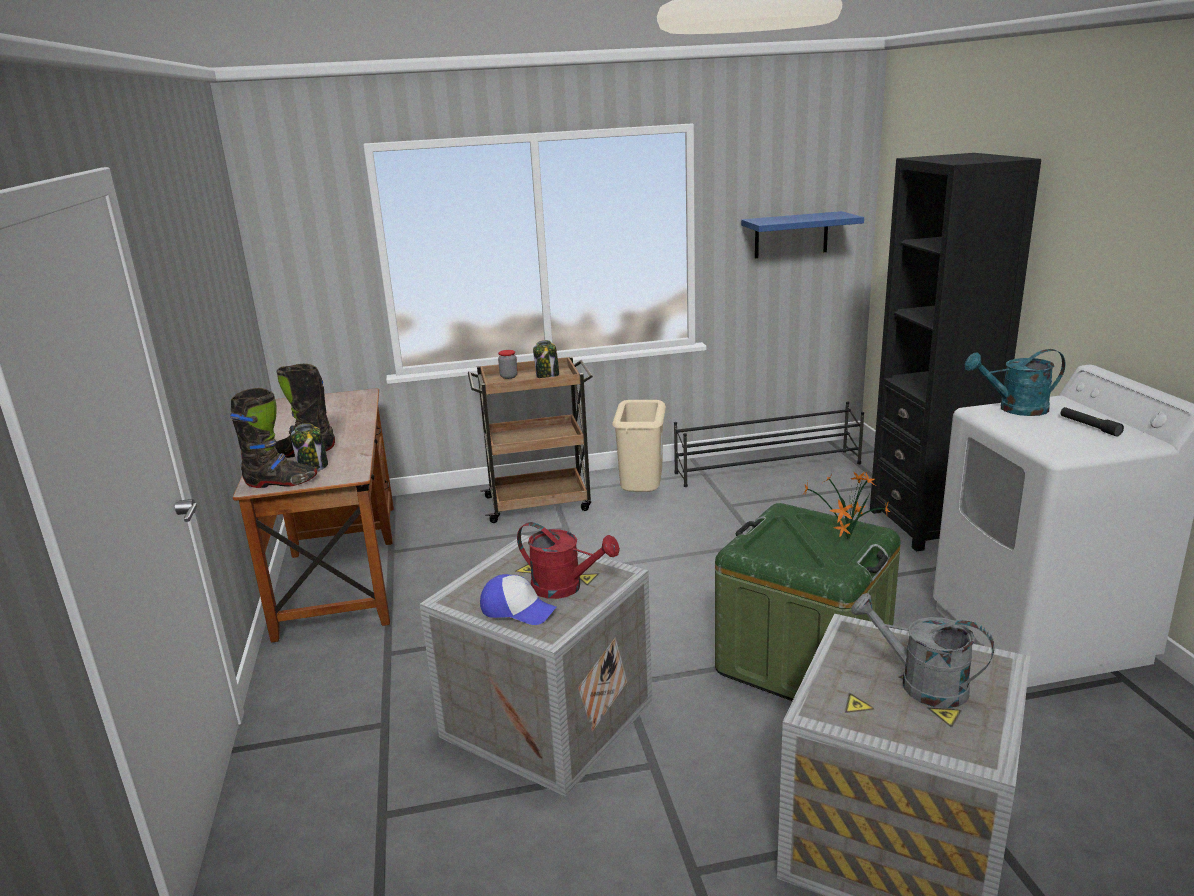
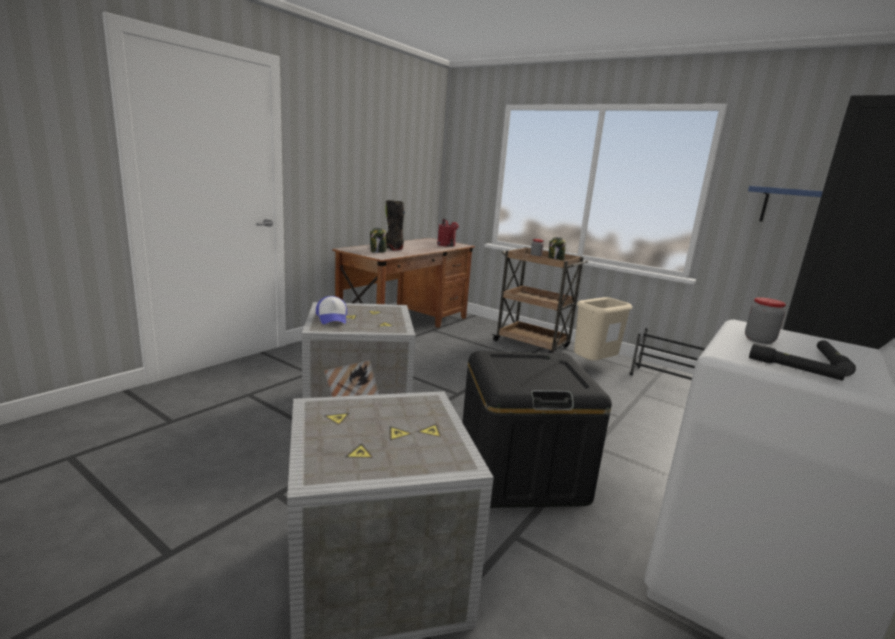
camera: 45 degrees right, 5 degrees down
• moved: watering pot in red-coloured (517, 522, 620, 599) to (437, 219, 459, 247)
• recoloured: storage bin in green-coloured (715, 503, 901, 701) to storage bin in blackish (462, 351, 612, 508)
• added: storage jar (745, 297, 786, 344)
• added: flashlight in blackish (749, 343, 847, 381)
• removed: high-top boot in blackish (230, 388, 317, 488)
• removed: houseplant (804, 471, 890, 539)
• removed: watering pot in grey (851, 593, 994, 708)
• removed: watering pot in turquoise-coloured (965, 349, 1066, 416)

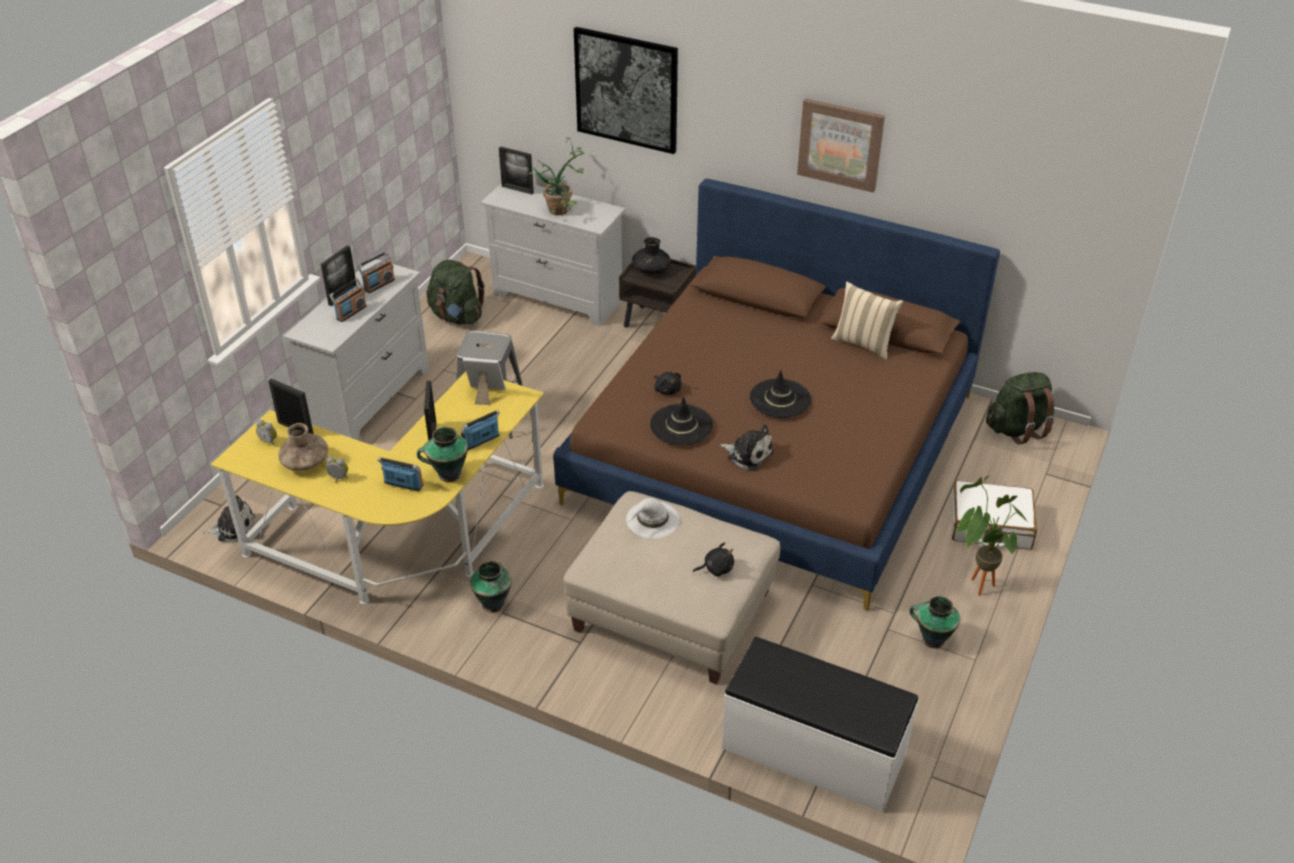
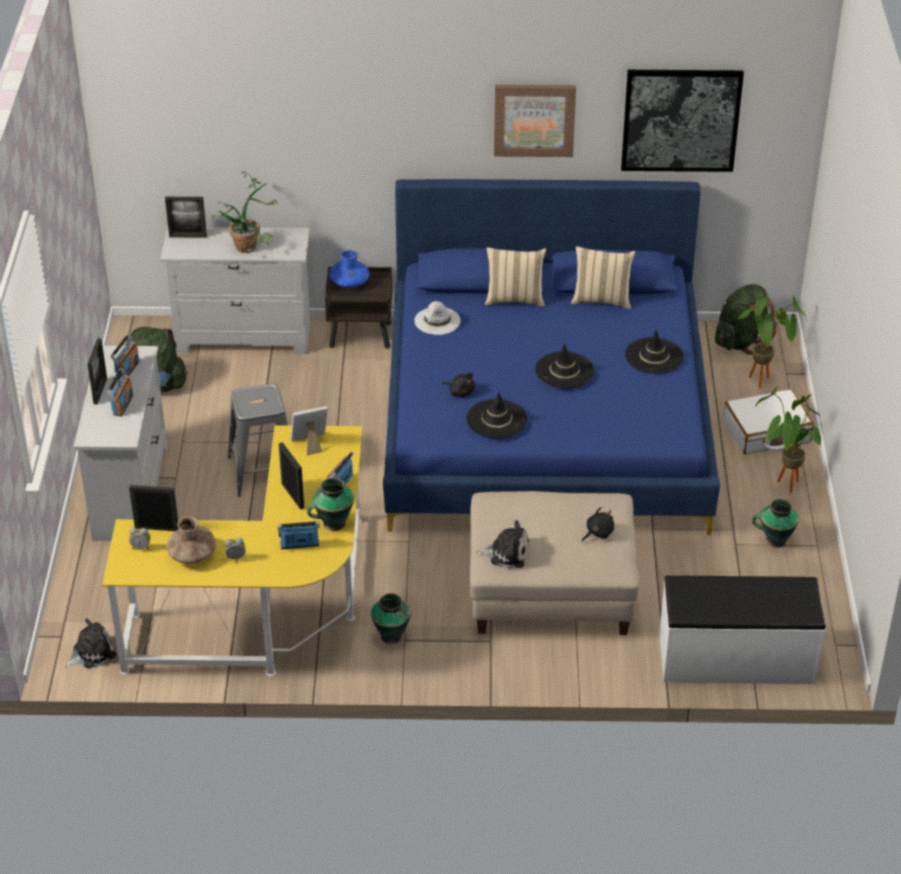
camera: 25 degrees left, 0 degrees up
• recoloured: flower vase in blackish (632, 237, 671, 274) to flower vase in bluish (329, 250, 369, 288)
• recoloured: bedroom bed in brownish (553, 179, 1000, 611) to bedroom bed in bluish (383, 179, 720, 535)
• moved: hat in white (626, 498, 680, 538) to (414, 301, 461, 335)
• moved: cuddly toy (720, 424, 774, 471) to (476, 520, 529, 569)
• added: cushion in beige-coloured (485, 247, 546, 307)
• moved: wall picture (574, 27, 678, 154) to (621, 70, 744, 172)
• added: hat in blackish (625, 329, 684, 374)
• added: houseplant (738, 292, 807, 388)

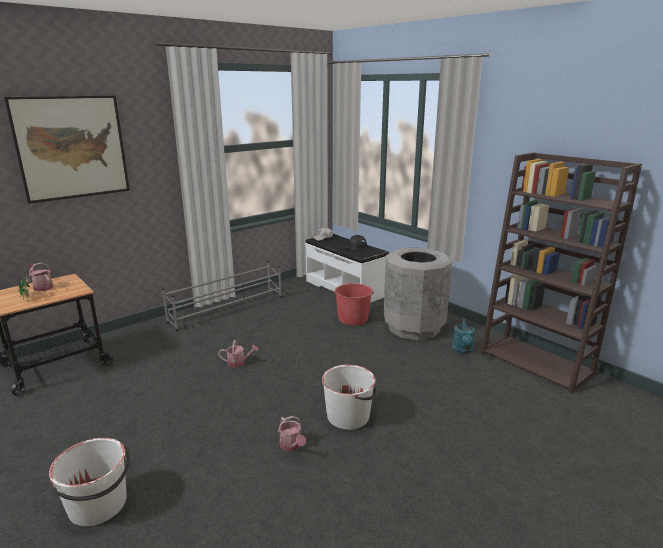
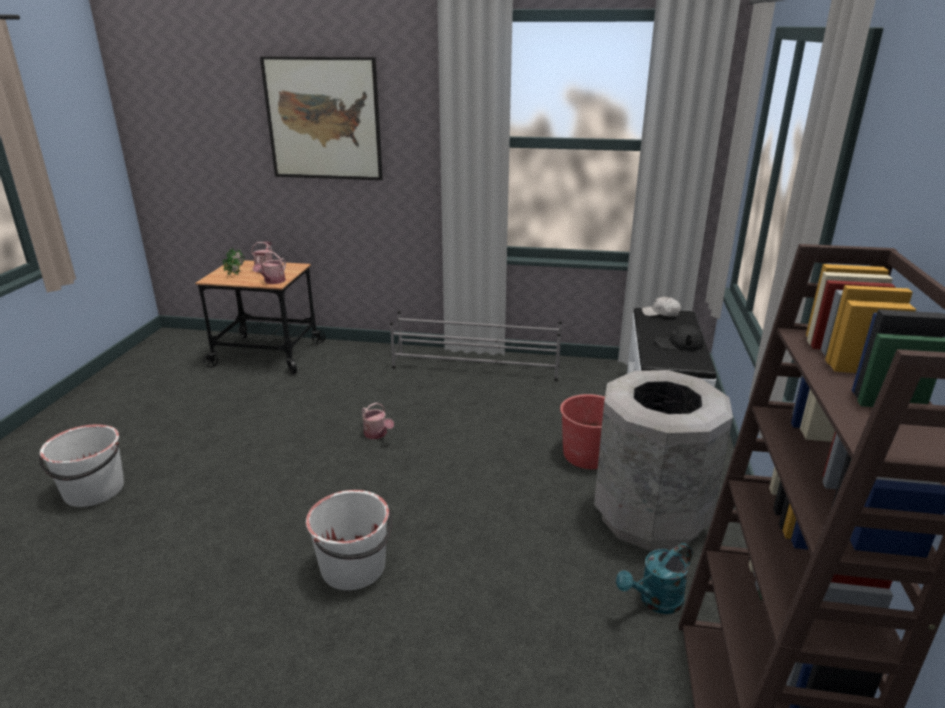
camera: 50 degrees right, 5 degrees up
• moved: watering pot (278, 416, 306, 452) to (253, 252, 286, 284)

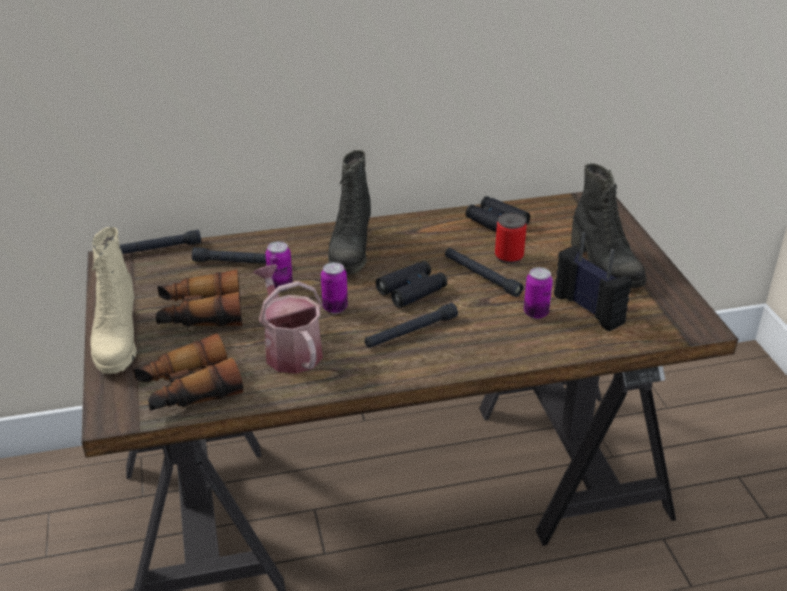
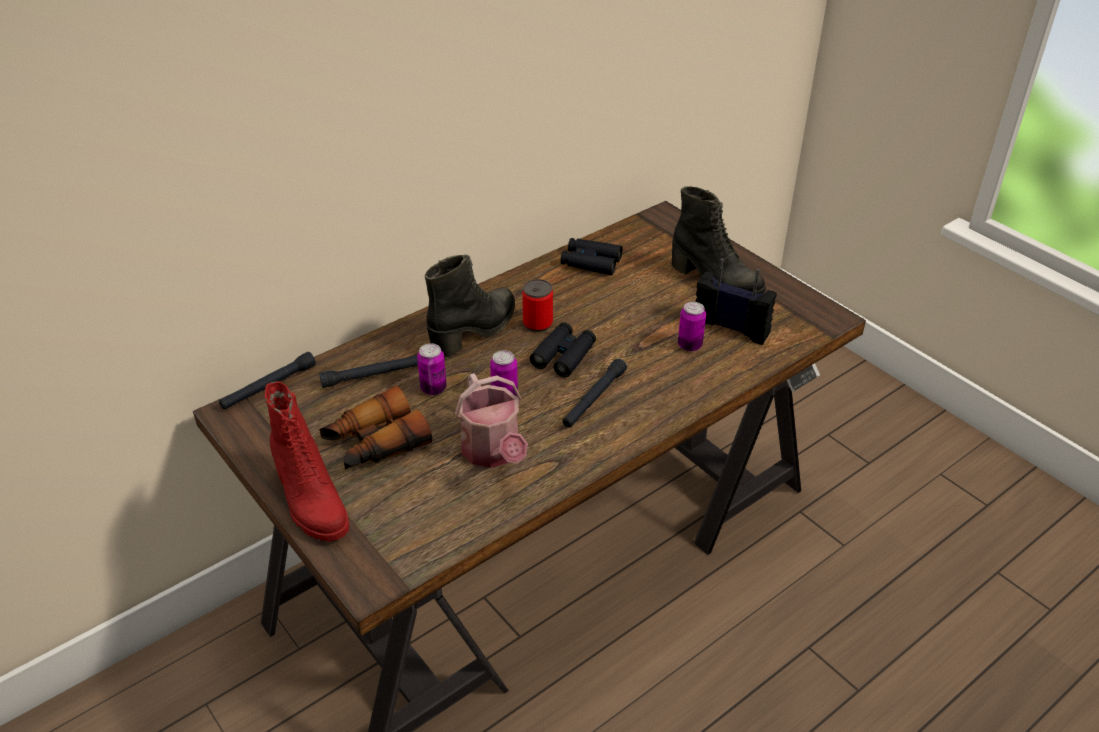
camera: 25 degrees left, 5 degrees up
• recoloured: high-top boot in beige-coloured (90, 227, 137, 374) to high-top boot in red-coloured (265, 381, 349, 542)
• turned: high-top boot in blackish (328, 150, 371, 275) = (425, 255, 515, 358) 120 degrees counterclockwise
• turned: watering pot (253, 264, 323, 374) = (455, 373, 528, 468) 150 degrees counterclockwise
• moved: sealed can (495, 213, 527, 264) to (522, 279, 553, 332)
• removed: binoculars (133, 333, 243, 411)
• removed: flashlight in blackish (445, 248, 523, 297)

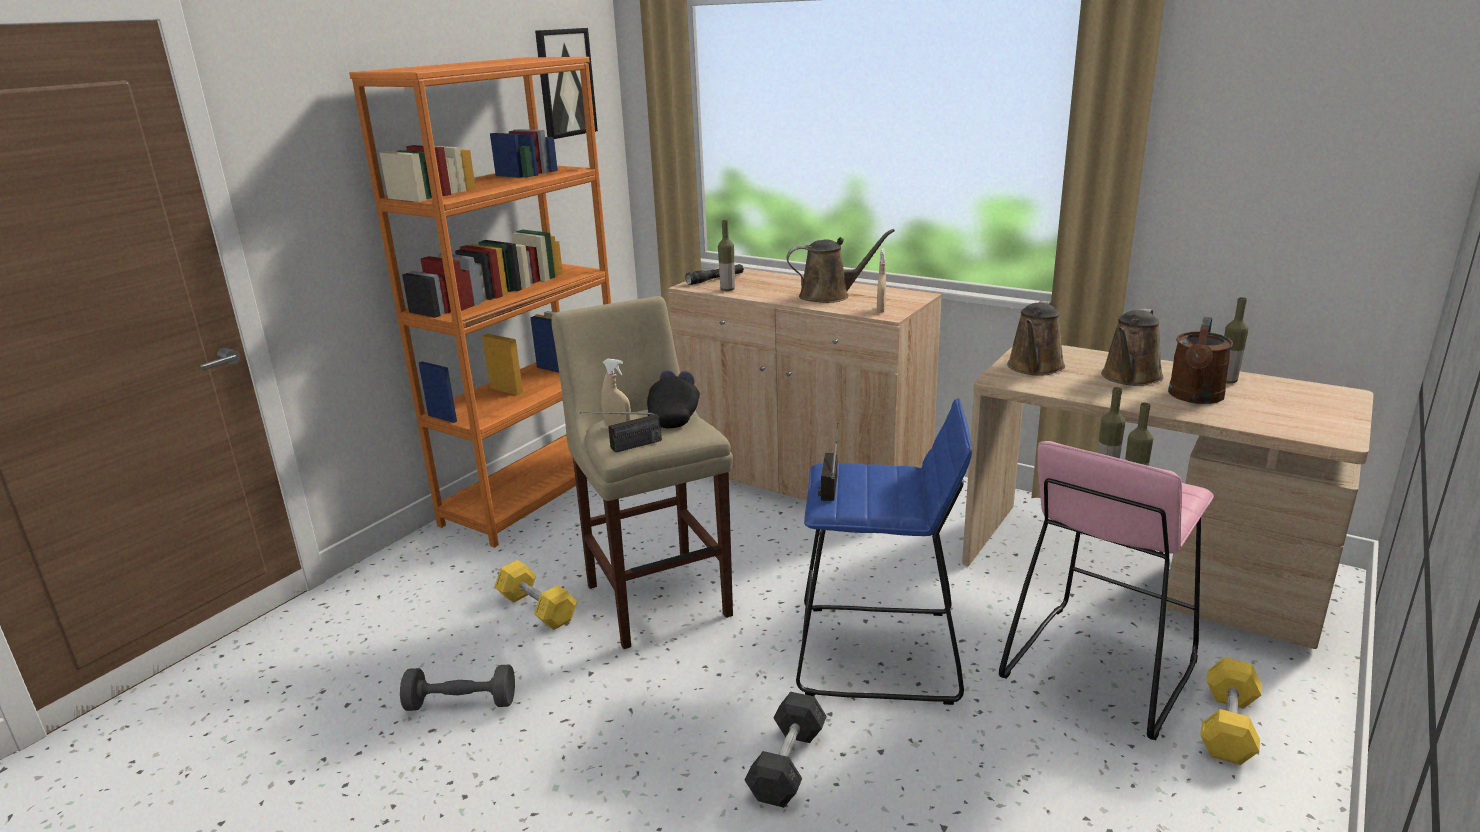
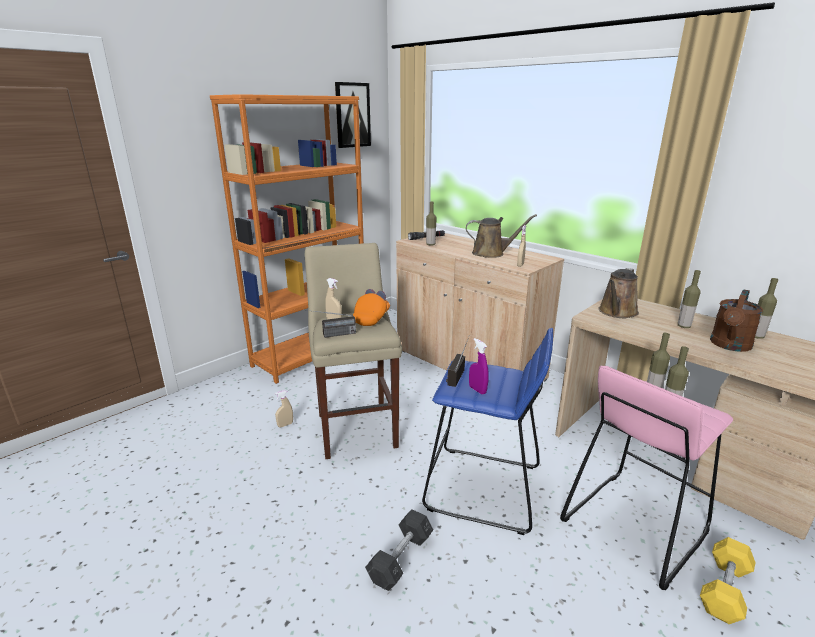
camera: 10 degrees right, 0 degrees up
• replaced: hand weight in yellowish (494, 560, 577, 630) to spray bottle in beige-coloured (275, 390, 293, 427)
• recoloured: baseball cap in blackish (647, 370, 700, 428) to baseball cap in orange-coloured (353, 289, 390, 326)
• added: spray bottle in purple (469, 338, 489, 395)
• replaced: watering pot in brownish (1101, 308, 1164, 386) to drink bottle (678, 270, 701, 328)
• removed: hand weight in grey (400, 665, 515, 711)

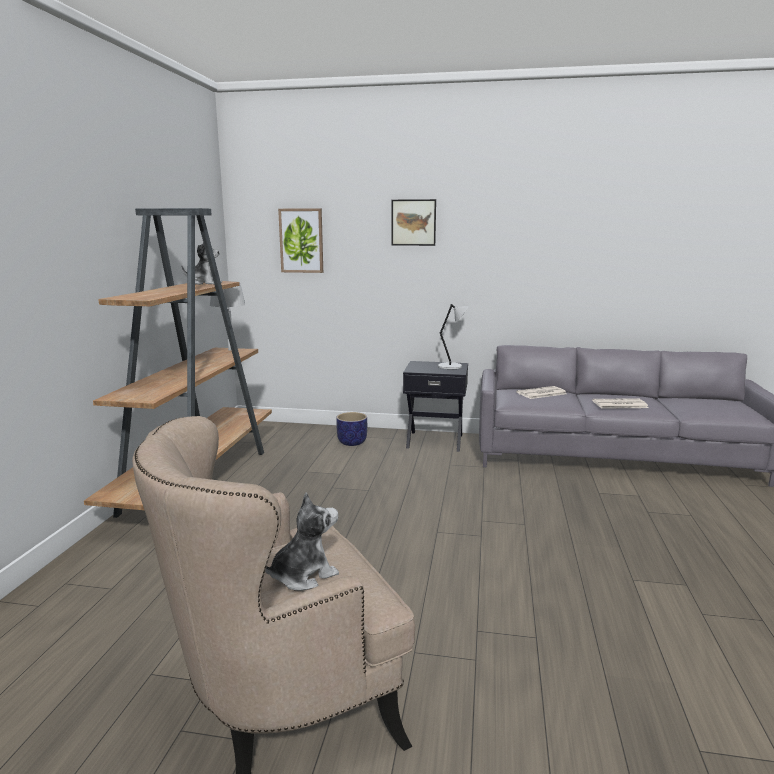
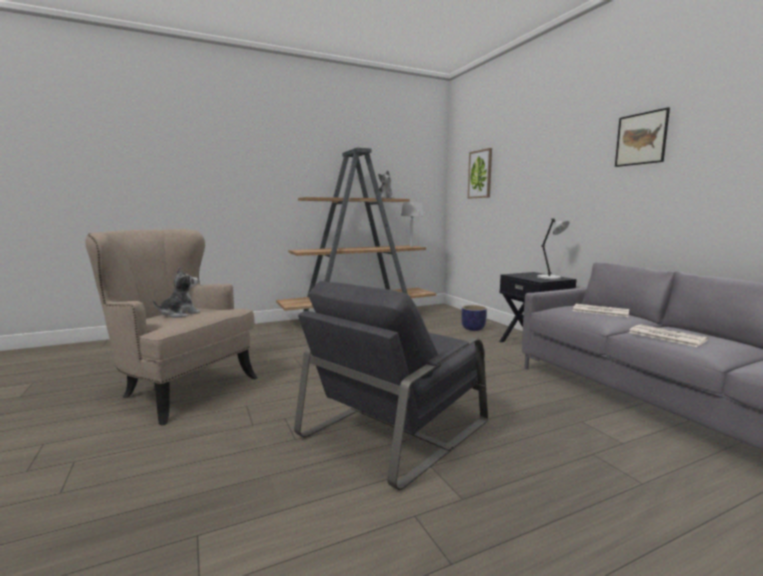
camera: 55 degrees right, 5 degrees down
• turned: cuddly toy (265, 493, 339, 591) = (153, 267, 201, 318) 75 degrees counterclockwise
• added: armchair in grey (294, 281, 488, 490)
• moved: wall picture (391, 199, 436, 246) to (615, 107, 670, 167)

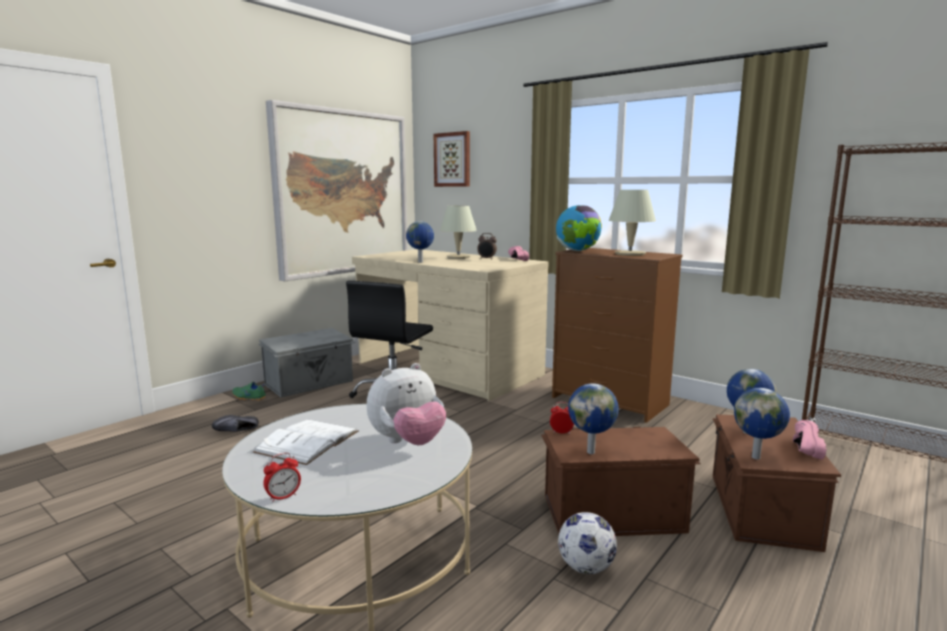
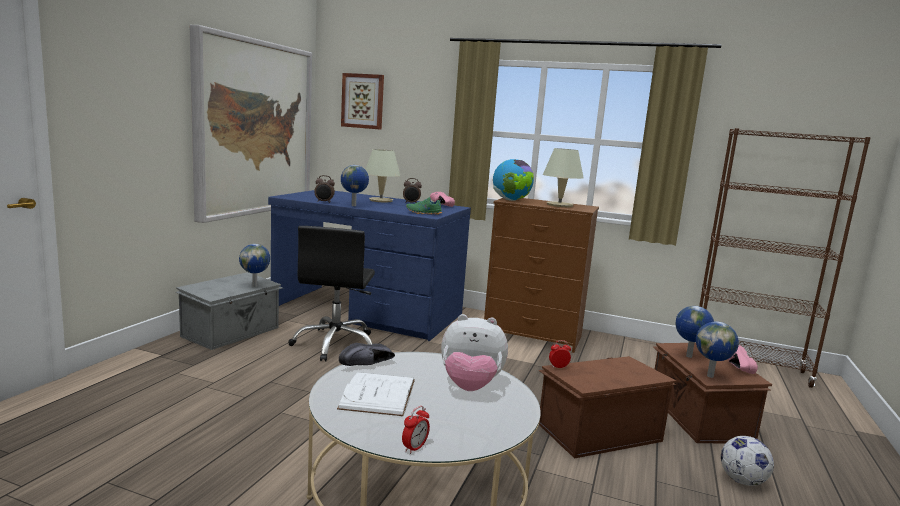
camera: 20 degrees left, 0 degrees up
• moved: world globe (568, 383, 619, 454) to (239, 244, 270, 287)
• recoloured: desk in beige-coloured (352, 249, 549, 401) to desk in bluish (268, 190, 471, 341)
• added: table clock (314, 175, 335, 203)
• moved: item of footwear in blackish (212, 415, 258, 432) to (339, 343, 395, 366)
• moved: item of footwear in green-coloured (232, 382, 267, 401) to (406, 197, 443, 215)
• turned: cuddly toy (367, 363, 446, 445) = (441, 314, 508, 391) 60 degrees clockwise
• moved: football (558, 512, 617, 574) to (721, 436, 774, 486)

